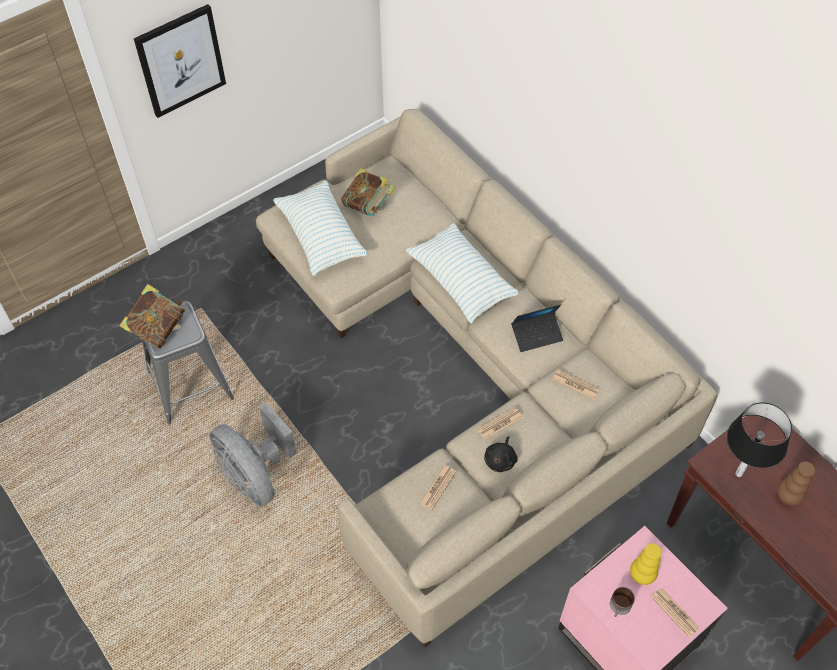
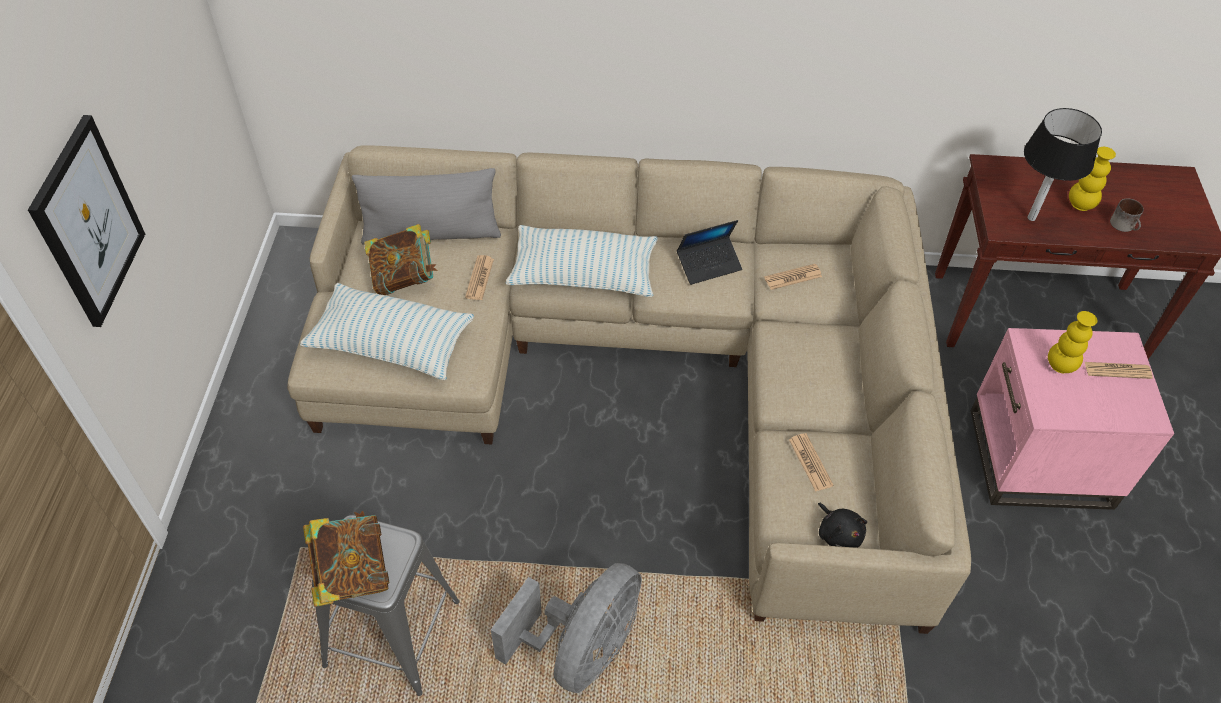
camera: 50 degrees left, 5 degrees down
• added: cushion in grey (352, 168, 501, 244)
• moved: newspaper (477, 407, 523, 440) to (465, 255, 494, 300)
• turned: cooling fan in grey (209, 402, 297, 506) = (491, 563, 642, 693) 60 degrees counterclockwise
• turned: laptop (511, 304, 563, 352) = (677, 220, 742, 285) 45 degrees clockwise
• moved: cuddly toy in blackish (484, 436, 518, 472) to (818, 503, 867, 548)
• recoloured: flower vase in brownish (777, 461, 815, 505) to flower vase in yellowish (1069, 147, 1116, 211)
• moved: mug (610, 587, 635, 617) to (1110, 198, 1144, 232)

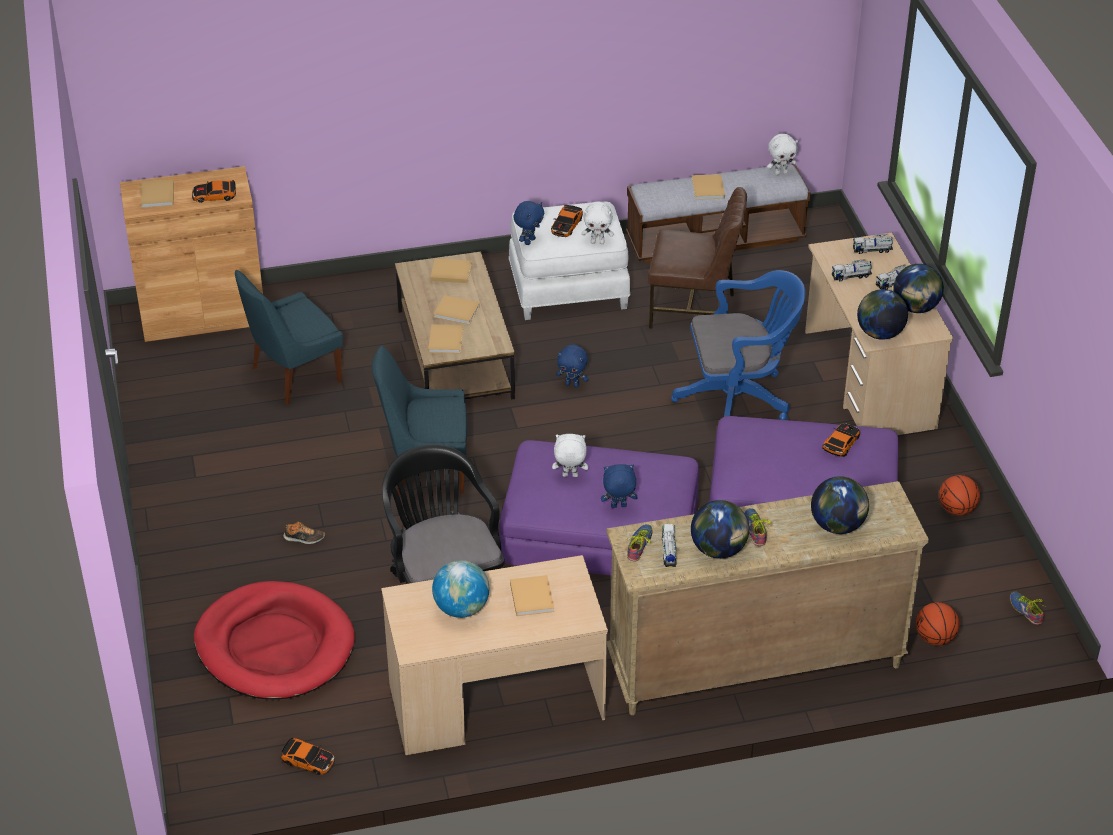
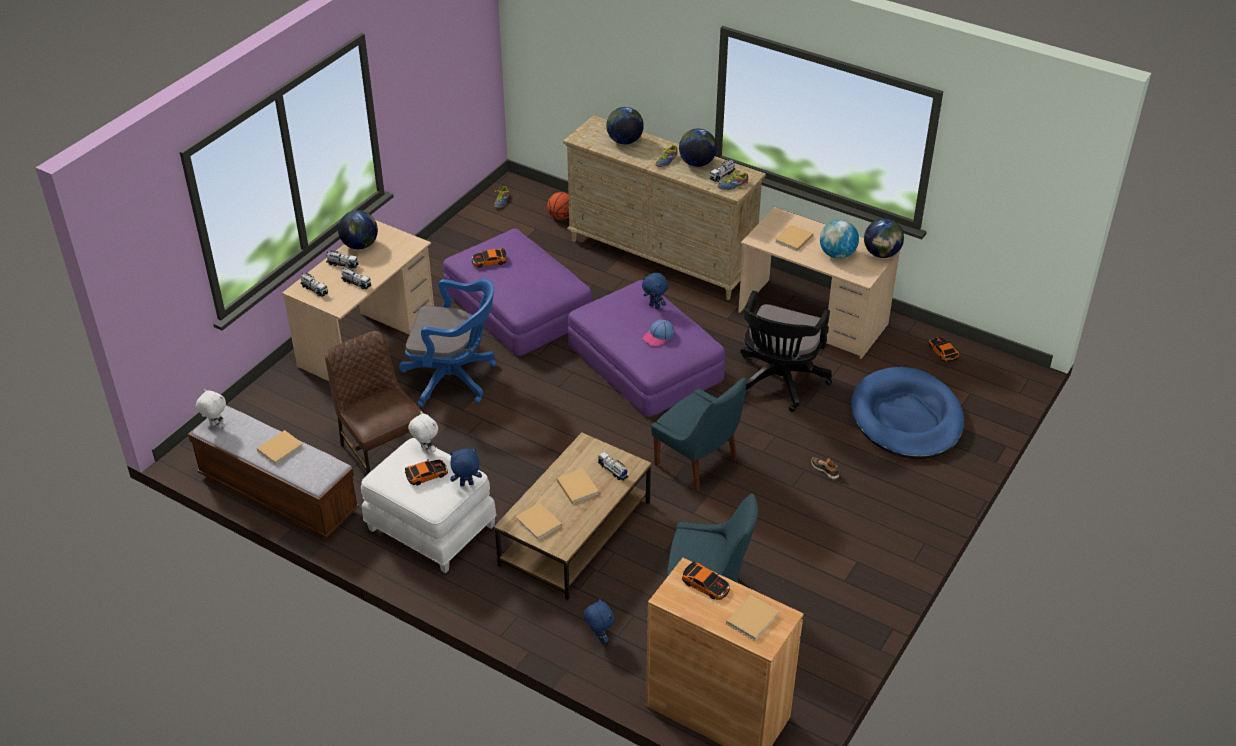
camera: 135 degrees left, 0 degrees up
• turned: desk chair in bluish (671, 270, 806, 420) = (399, 278, 496, 407) 150 degrees clockwise
• moved: cuddly toy in bluish (556, 345, 588, 388) to (584, 598, 614, 643)
• replaced: volume in beige-coloured (428, 324, 463, 353) to model truck (598, 452, 629, 481)
• replaced: cuddly toy in white (552, 434, 588, 477) to baseball cap (643, 319, 674, 346)
• recoloured: pet bed in red-coloured (194, 581, 355, 699) to pet bed in bluish (851, 367, 964, 459)
• moved: world globe (857, 289, 908, 340) to (864, 219, 904, 258)
• removed: ball for basketball (939, 475, 980, 515)

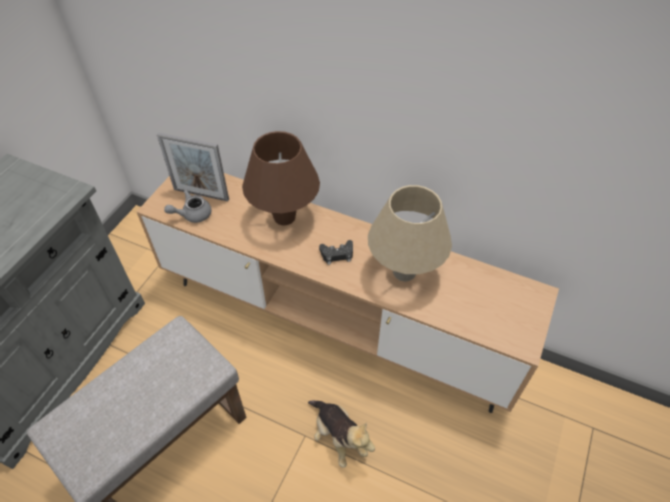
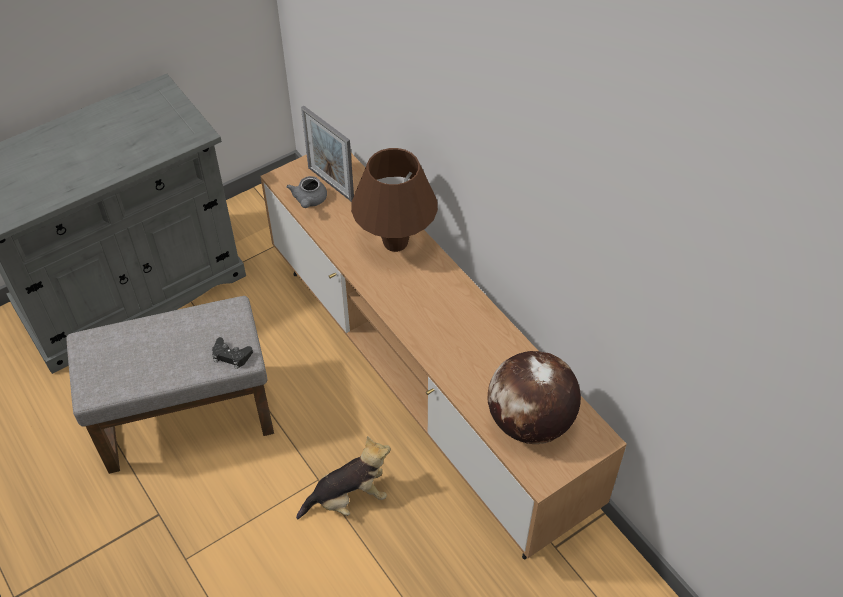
camera: 30 degrees right, 0 degrees up
• moved: gamepad in blackish (319, 240, 353, 265) to (212, 337, 253, 369)
• turned: tea pot in grey (164, 190, 212, 223) = (286, 176, 327, 208) 90 degrees counterclockwise
• turned: cuddly toy (308, 401, 375, 468) = (296, 436, 391, 519) 105 degrees counterclockwise
• added: world globe (488, 351, 581, 444)
• removed: tabletop lamp in beige-coloured (368, 185, 452, 281)

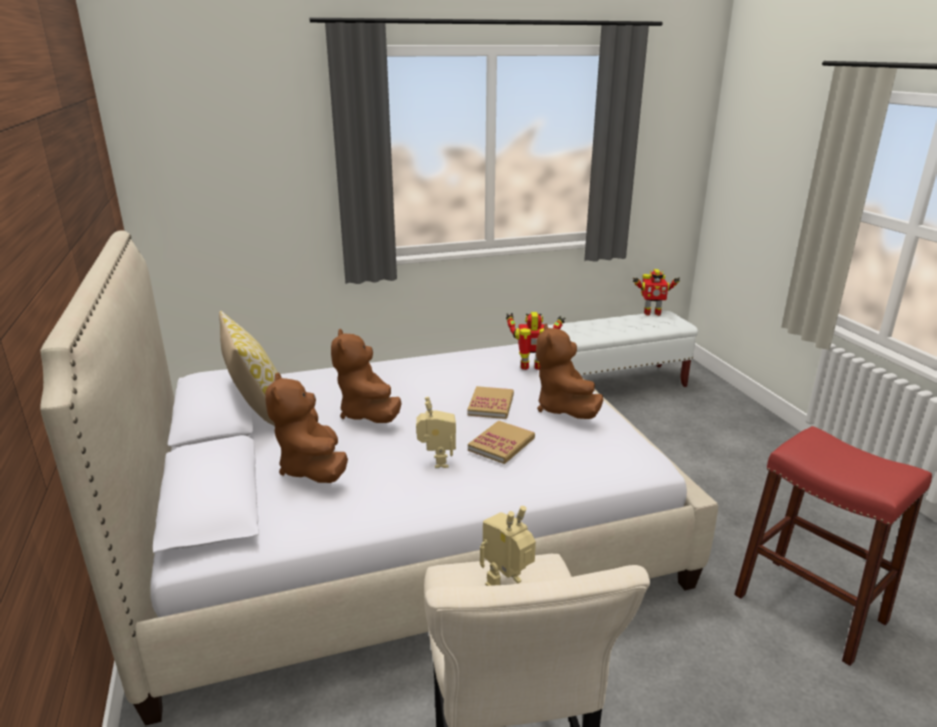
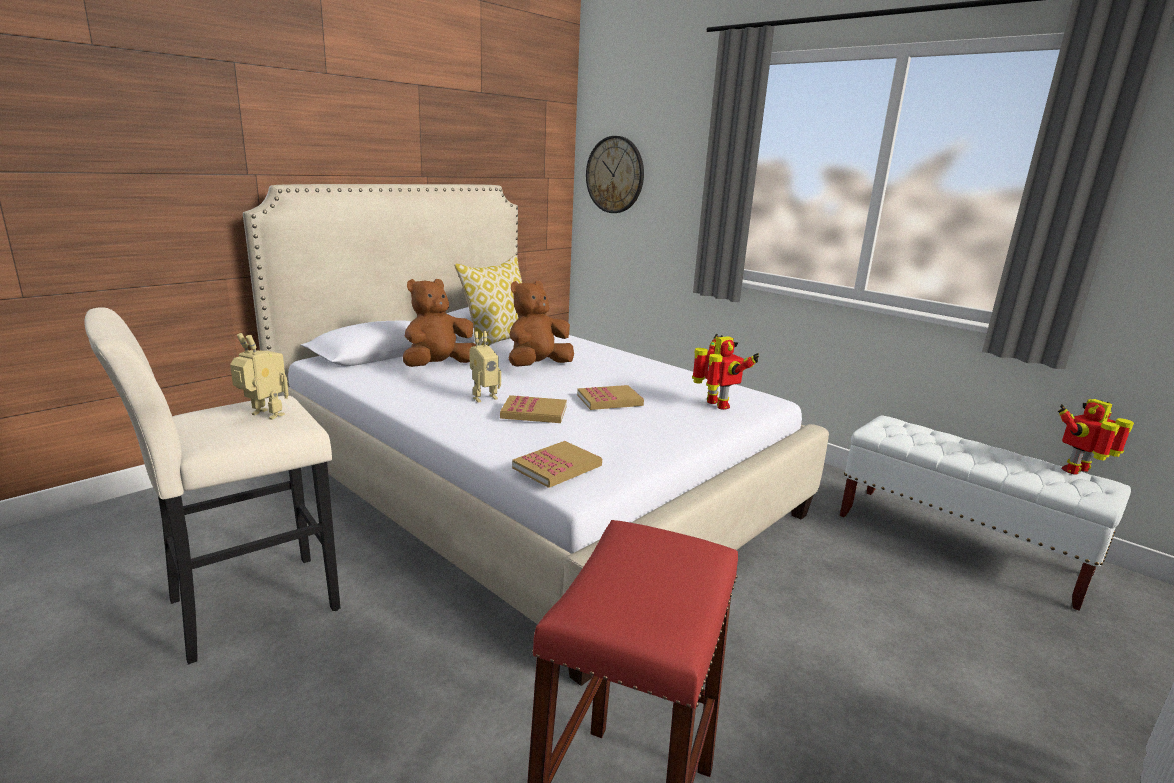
camera: 60 degrees right, 5 degrees down
• added: volume (512, 441, 602, 488)
• added: clock on the wall (586, 136, 644, 213)
• turned: model robot (633, 269, 680, 316) = (1058, 399, 1134, 475) 90 degrees clockwise
• removed: cuddly toy in brownish (536, 324, 603, 419)

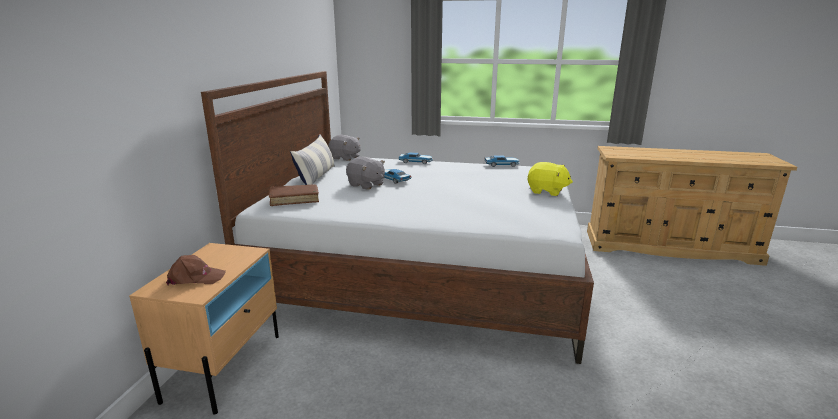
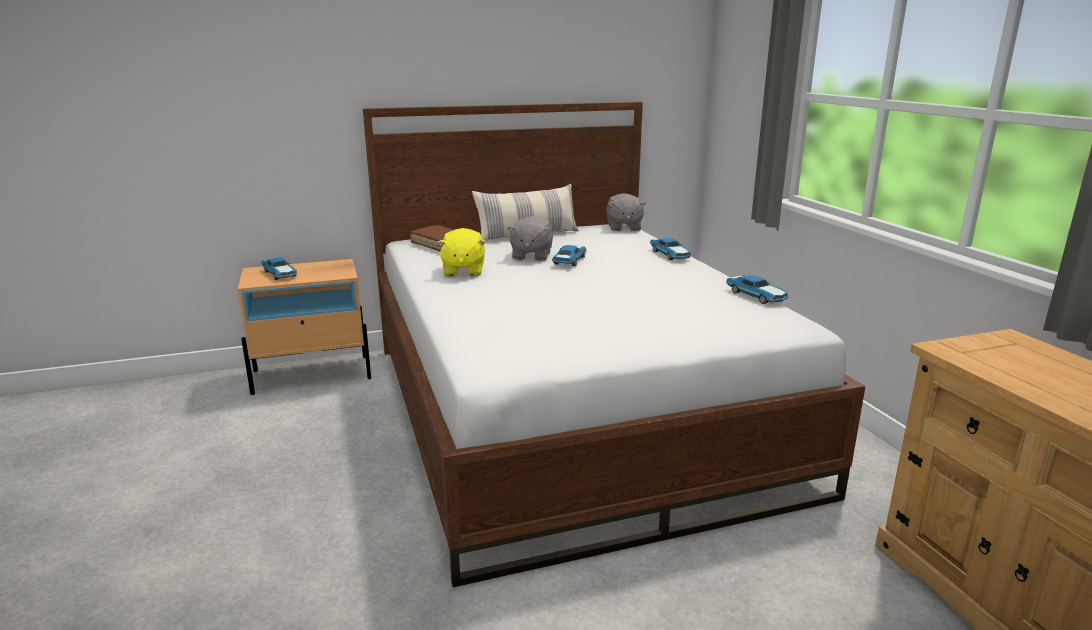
camera: 60 degrees right, 0 degrees up
• replaced: baseball cap in brownish (166, 255, 226, 286) to miniature car (261, 257, 298, 280)
• moved: cuddly toy in yellowish (528, 162, 573, 196) to (437, 228, 486, 276)

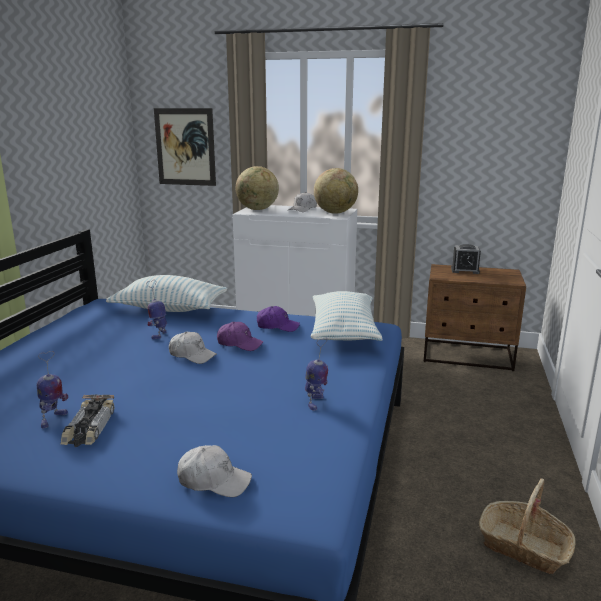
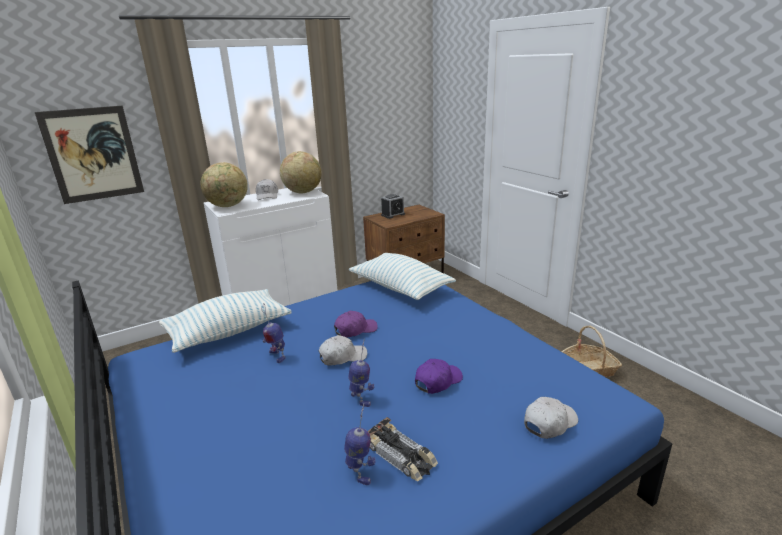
camera: 45 degrees left, 5 degrees up
• moved: model robot (305, 337, 328, 411) to (348, 338, 374, 407)
• moved: baseball cap in purple (257, 306, 300, 332) to (415, 359, 463, 394)

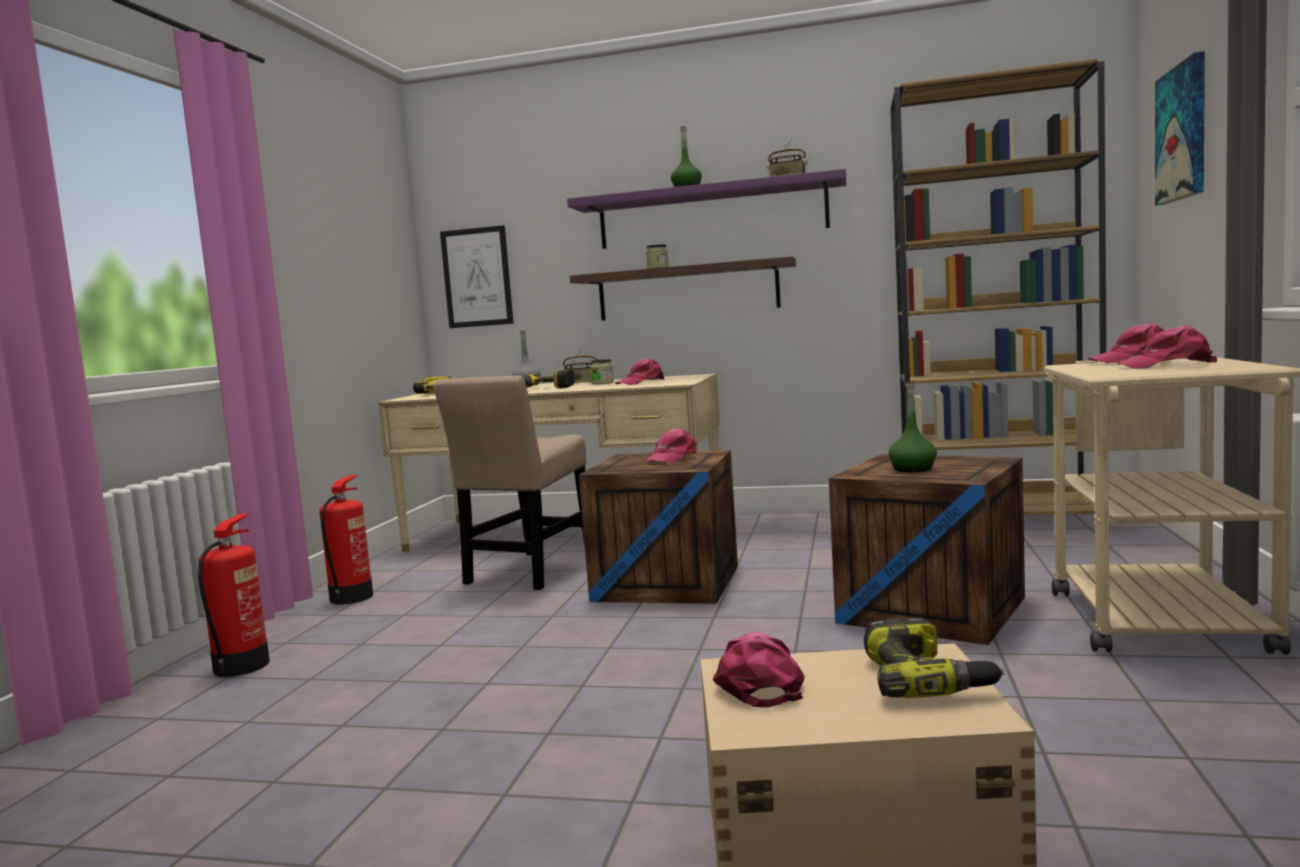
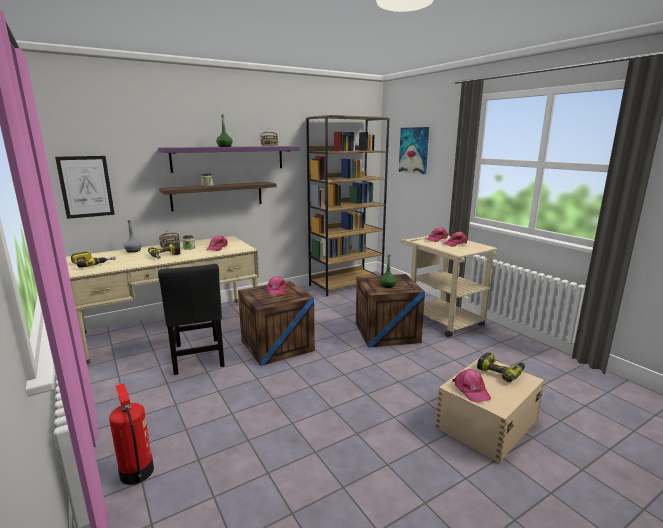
camera: 45 degrees left, 10 degrees up
• recoloured: upright chair in beige-coloured (433, 375, 587, 590) to upright chair in blackish (158, 264, 225, 375)
• turned: baseball cap in pink (713, 632, 805, 707) = (452, 369, 491, 403) 150 degrees counterclockwise
• removed: fire-fighting cylinder (320, 475, 373, 605)

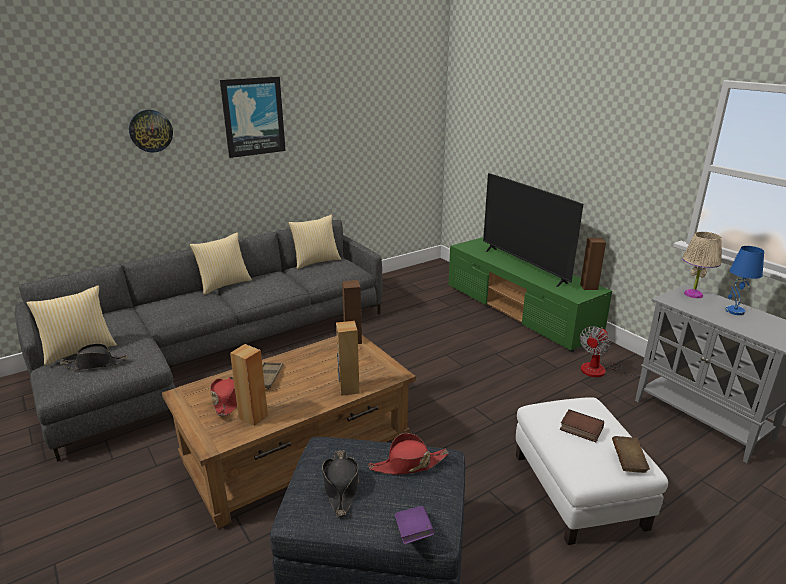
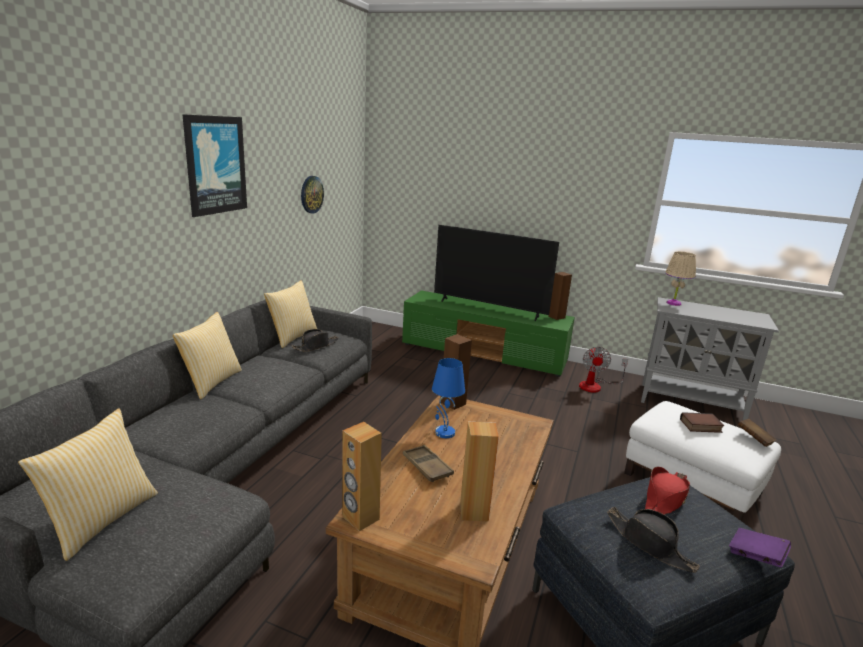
camera: 35 degrees left, 5 degrees down
• moved: hat in blackish (60, 343, 128, 370) to (292, 329, 339, 352)
• moved: clock on the wall (129, 110, 173, 153) to (301, 176, 324, 214)
• moved: loudspeaker in brownish (336, 321, 359, 396) to (342, 422, 382, 531)
• moved: tabletop lamp in bluish (725, 246, 764, 315) to (432, 358, 465, 438)
• removed: hat in red-coloured (210, 376, 237, 416)

